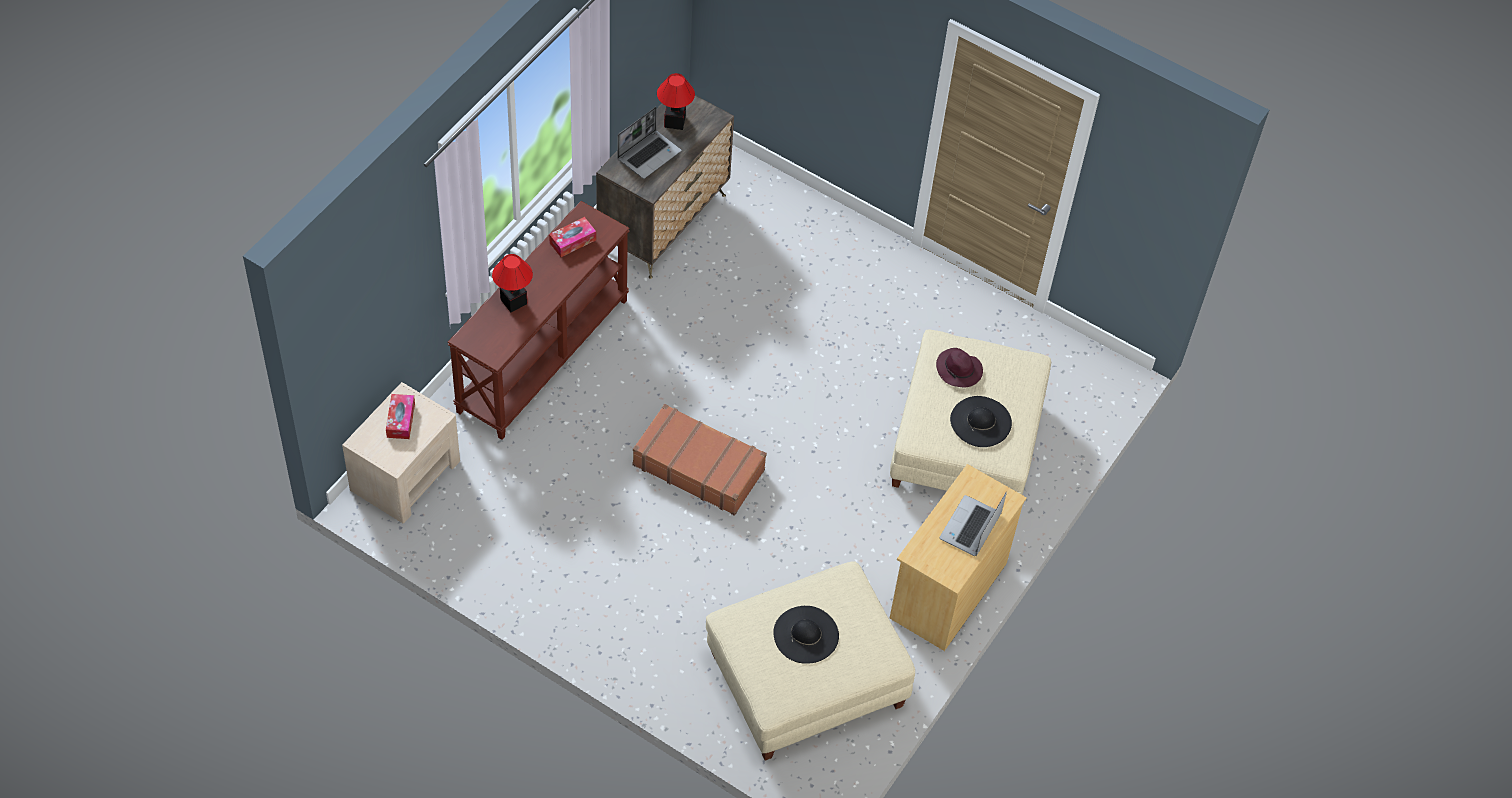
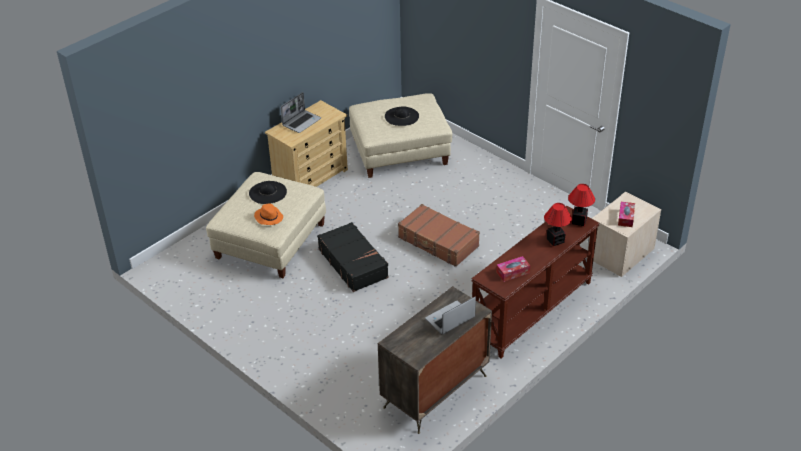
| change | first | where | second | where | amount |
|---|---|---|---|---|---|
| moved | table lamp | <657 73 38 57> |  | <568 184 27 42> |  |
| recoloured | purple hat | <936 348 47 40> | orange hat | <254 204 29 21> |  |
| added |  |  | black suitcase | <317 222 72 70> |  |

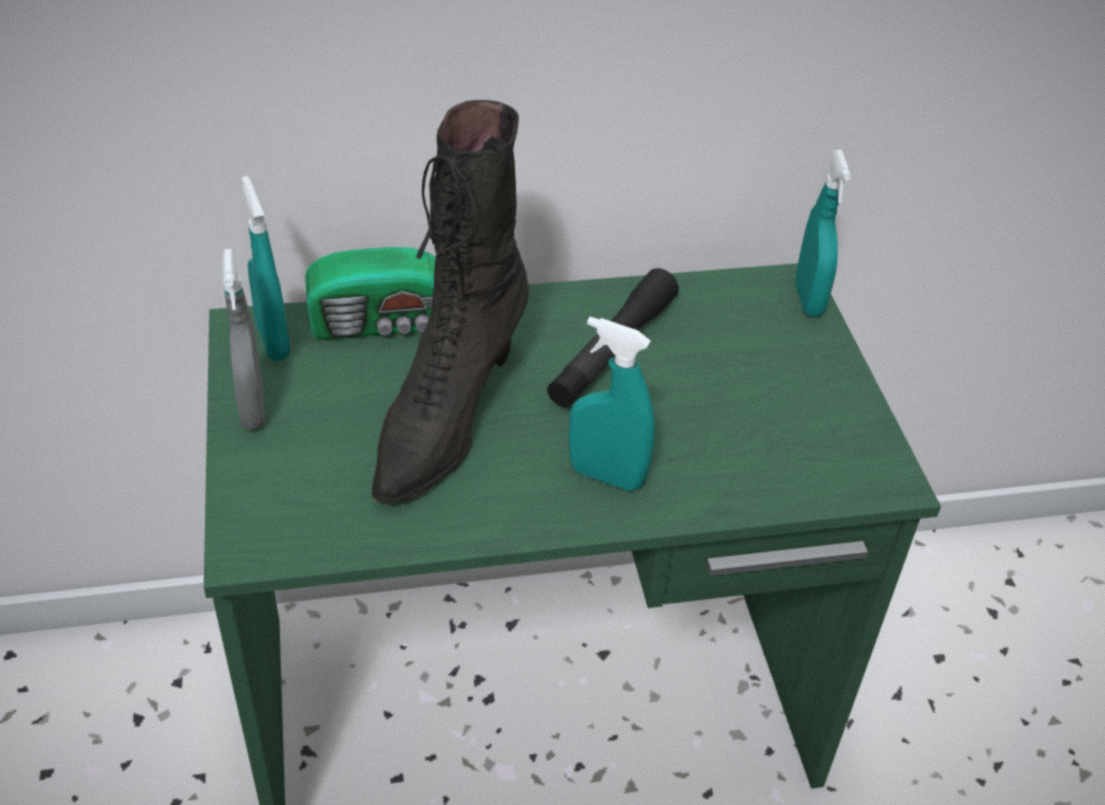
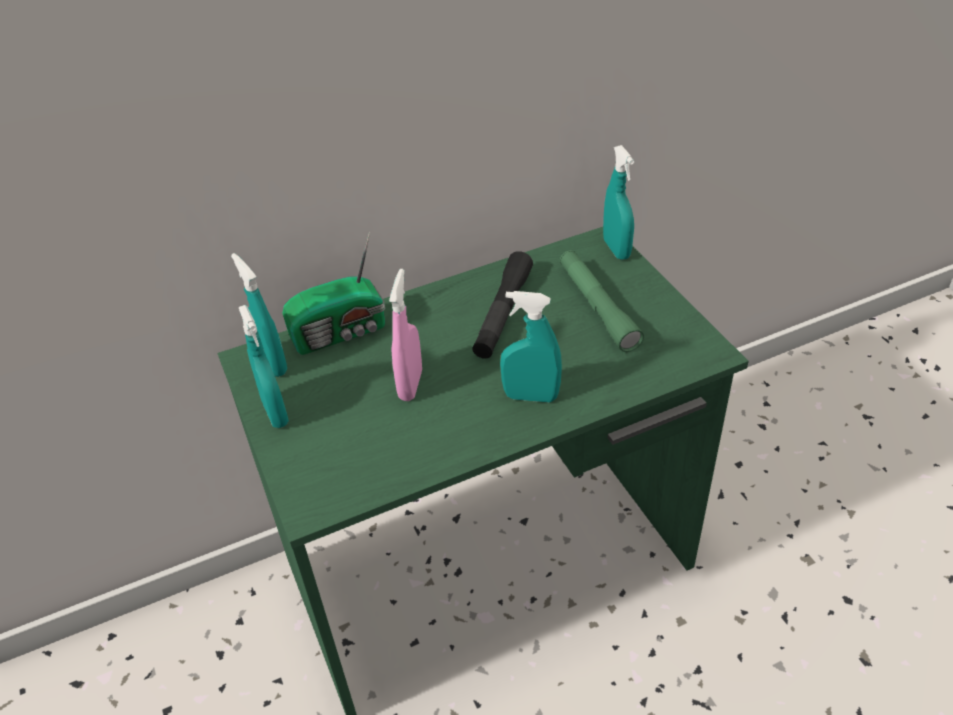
| change | first | where | second | where | amount |
|---|---|---|---|---|---|
| recoloured | grey spray bottle | <223 249 42 181> | turquoise spray bottle | <239 305 50 123> |  |
| replaced | black boot | <372 100 157 403> | pink spray bottle | <389 269 33 132> |  |
| added |  |  | green flashlight | <560 250 84 102> |  |

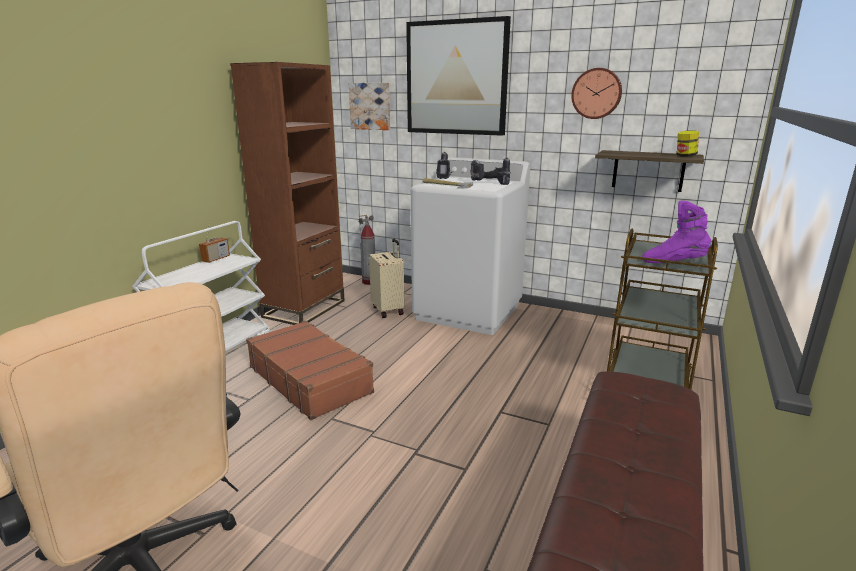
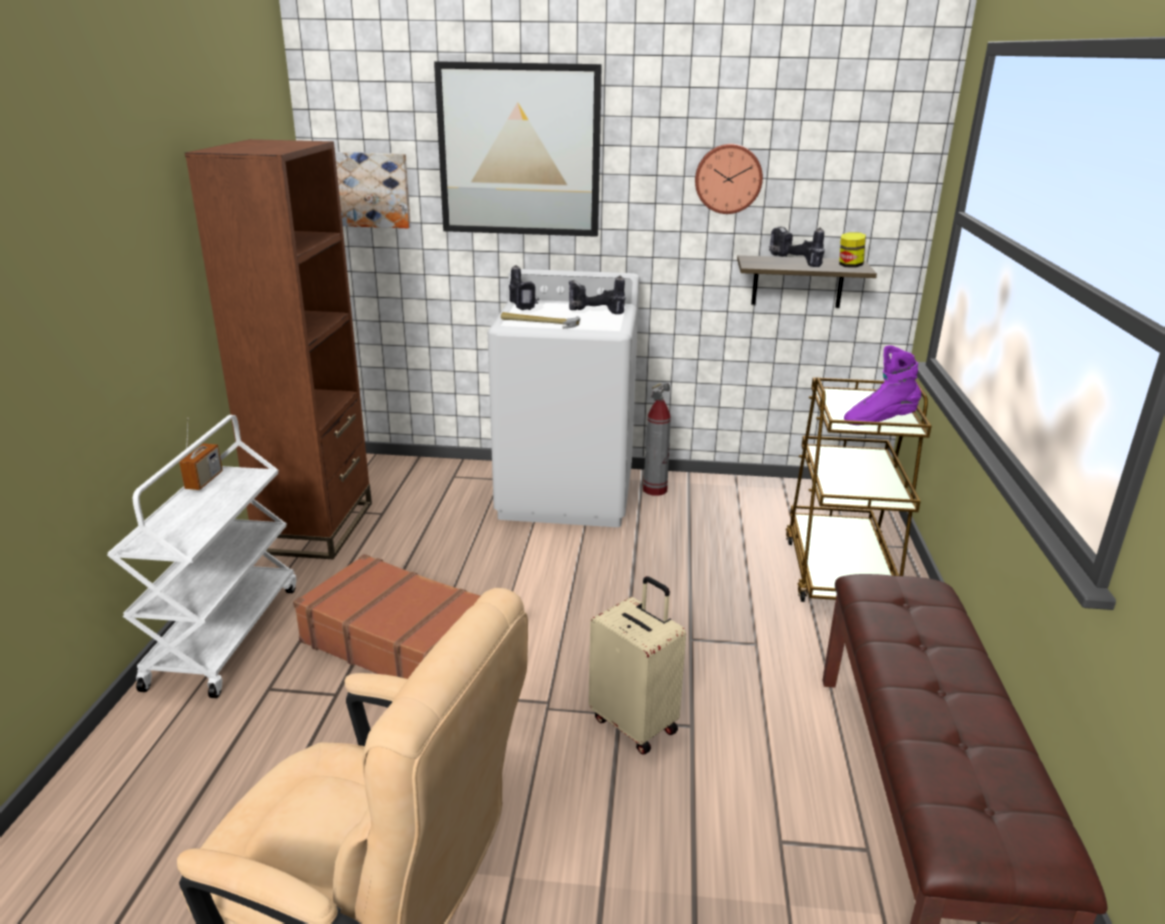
| change | first | where | second | where | amount |
|---|---|---|---|---|---|
| moved | fire extinguisher | <358 215 17 70> |  | <643 383 28 113> |  |
| moved | beige suitcase | <369 239 35 79> |  | <589 576 97 179> |  |
| added |  |  | power drill | <769 227 56 40> |  |

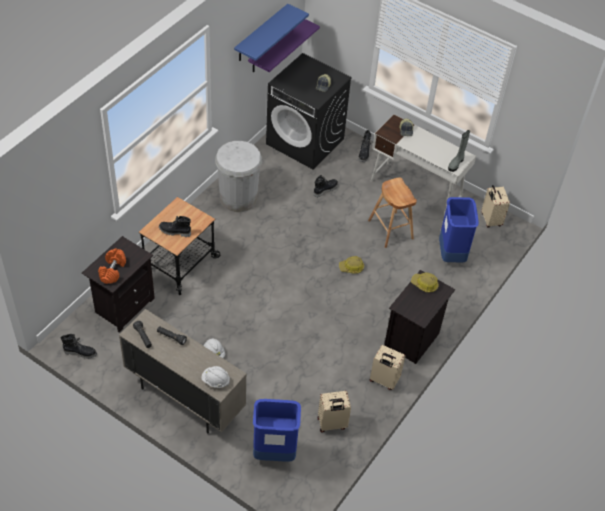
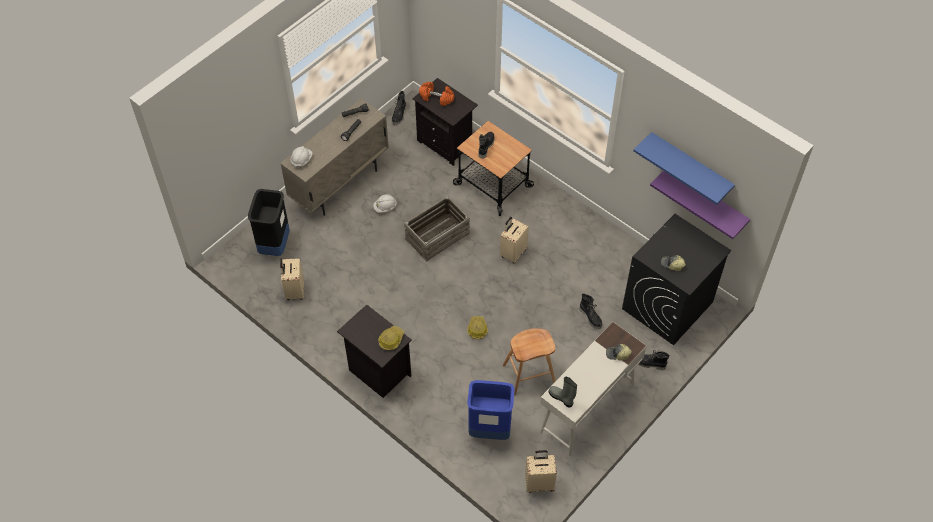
| change | first | where | second | where | amount |
|---|---|---|---|---|---|
| removed | white trash can | <215 141 47 71> |  |  |  |
| recoloured | blue trash can | <253 399 48 63> | black trash can | <248 189 42 67> |  |
| moved | beige suitcase | <370 345 35 45> |  | <500 217 29 46> |  |
| added |  |  | crate | <404 196 66 66> |  |

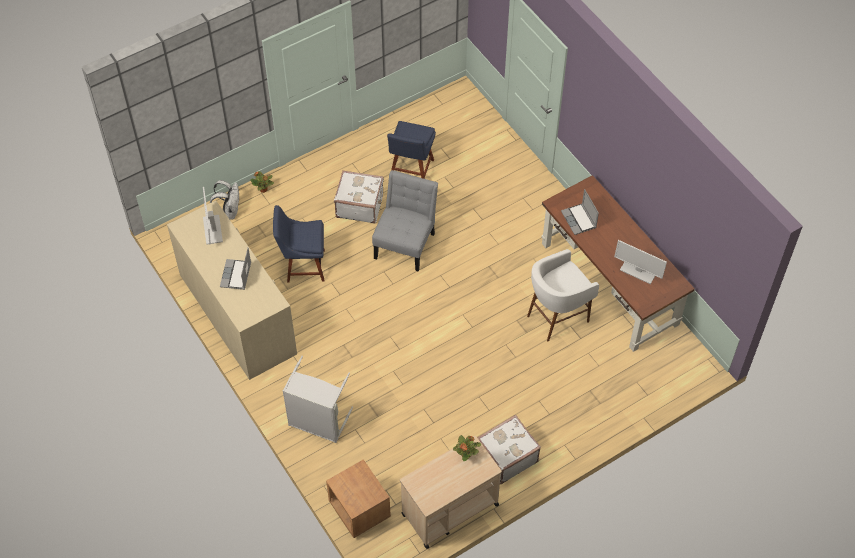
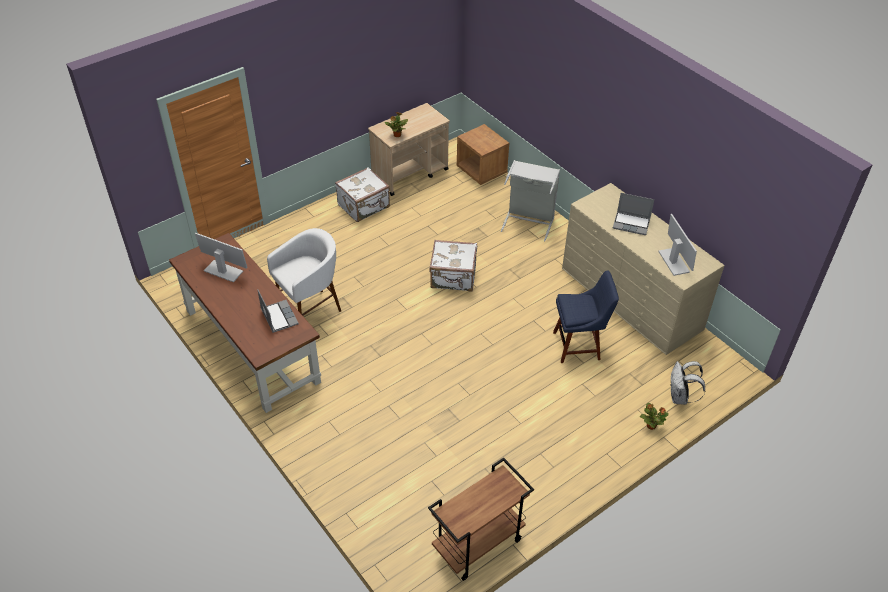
| change | first | where | second | where | amount |
|---|---|---|---|---|---|
| turned | laptop | <220 248 31 42> |  | <613 193 41 42> | 105 degrees clockwise |
| moved | white suitcase | <334 170 50 54> |  | <429 240 48 51> |  |
| removed | grey chair | <372 170 66 102> |  |  |  |
| removed | blue chair | <387 121 49 58> |  |  |  |
| added |  |  | brown cart | <428 458 106 123> |  |

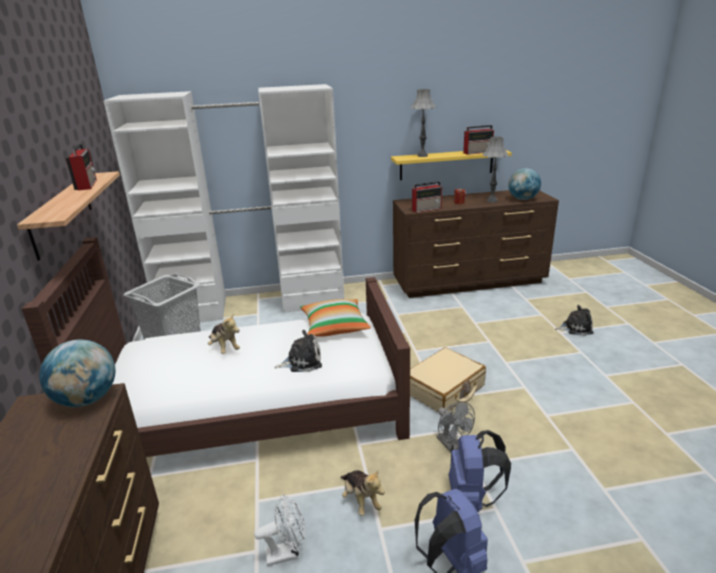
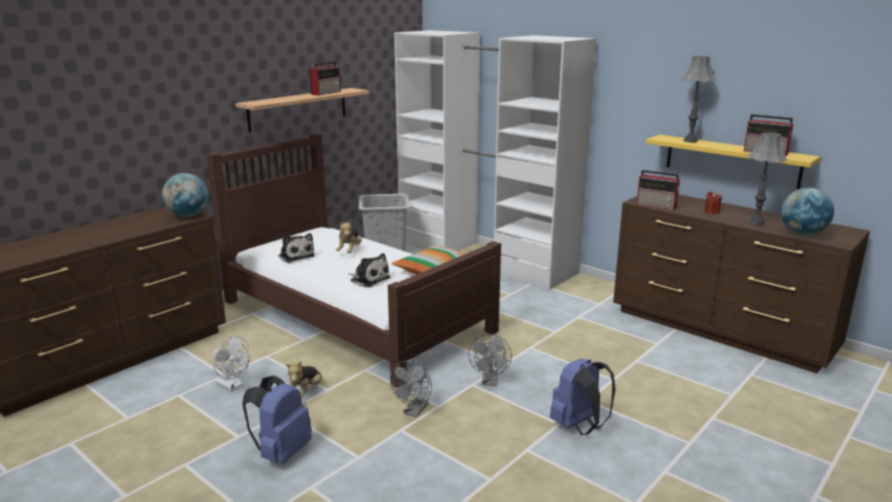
| change | first | where | second | where | amount |
|---|---|---|---|---|---|
| replaced | beige suitcase | <410 347 76 66> | grey fan | <468 334 44 52> |  |
| moved | blue backpack | <449 430 62 82> |  | <550 359 66 76> |  |
| moved | plush toy | <555 305 39 31> |  | <279 233 36 30> |  |

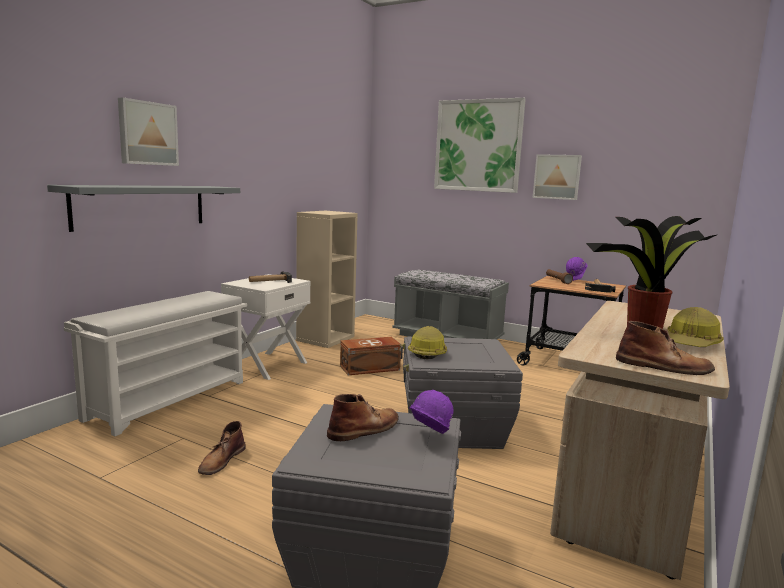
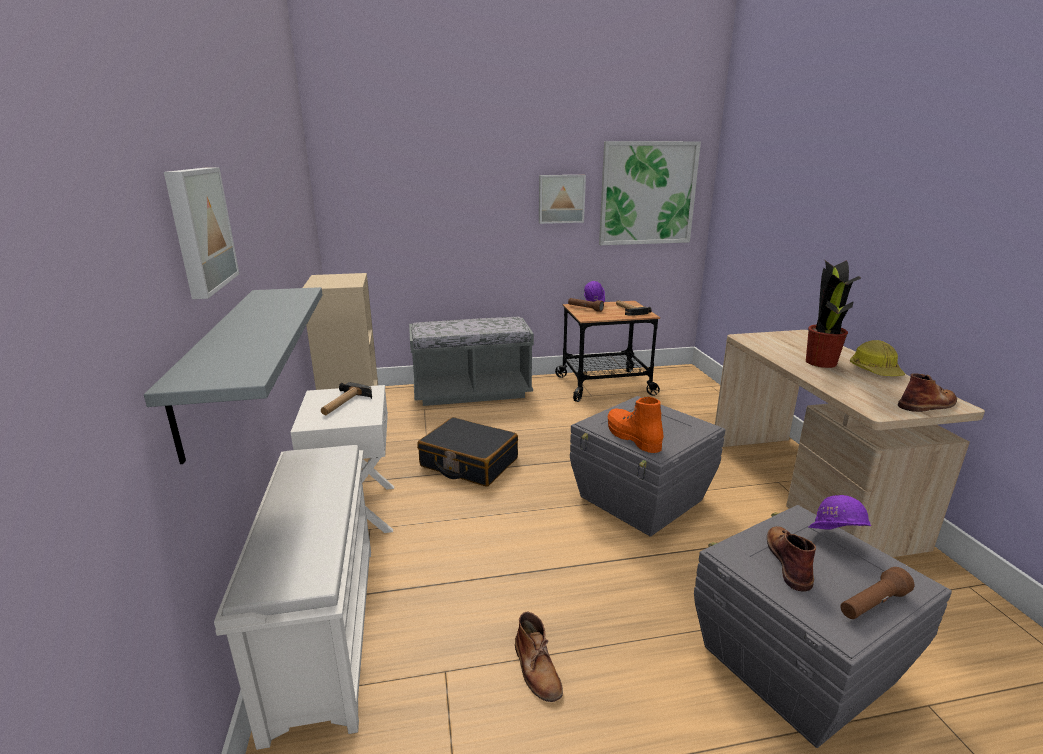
| change | first | where | second | where | amount |
|---|---|---|---|---|---|
| replaced | brown storage box | <340 337 61 39> | black suitcase | <417 417 101 70> |  |
| replaced | hard hat | <408 326 39 33> | orange boot | <608 397 56 56> |  |
| moved | picture | <434 98 92 95> |  | <599 141 102 104> |  |
| added |  |  | brown flashlight | <840 567 74 52> |  |

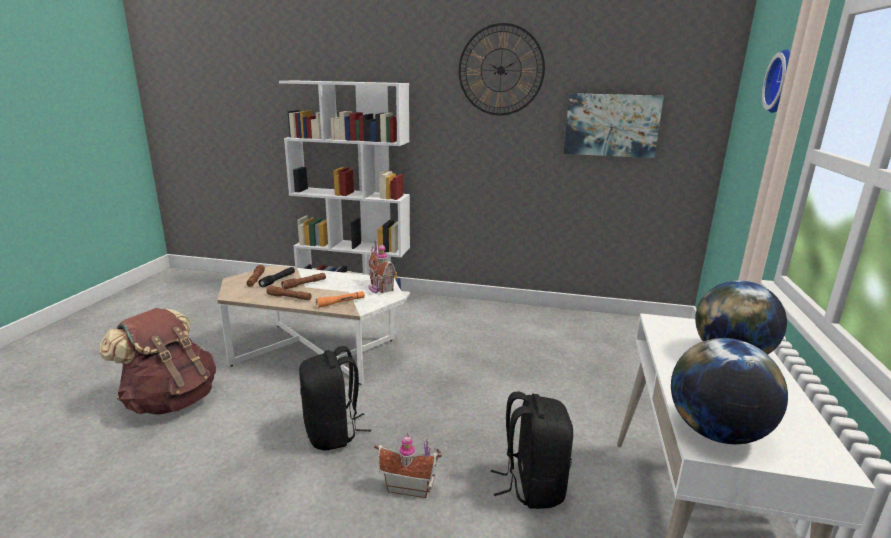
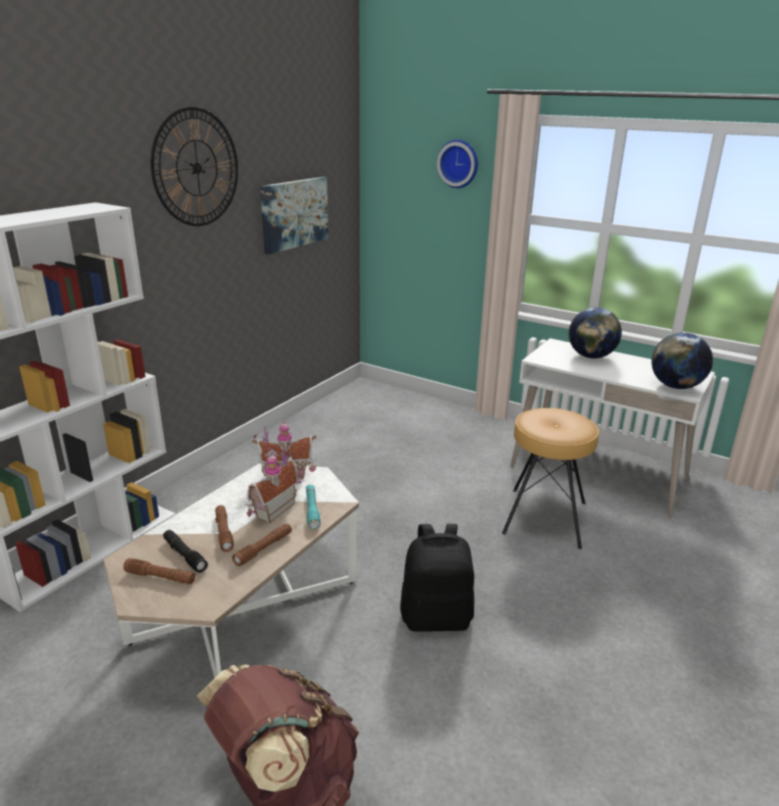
| change | first | where | second | where | amount |
|---|---|---|---|---|---|
| recoloured | orange flashlight | <316 291 49 17> | turquoise flashlight | <306 485 15 44> |  |
| moved | toy house | <374 433 68 65> |  | <247 447 51 76> |  |
| replaced | black backpack | <491 392 82 117> | brown stool | <502 408 97 141> |  |

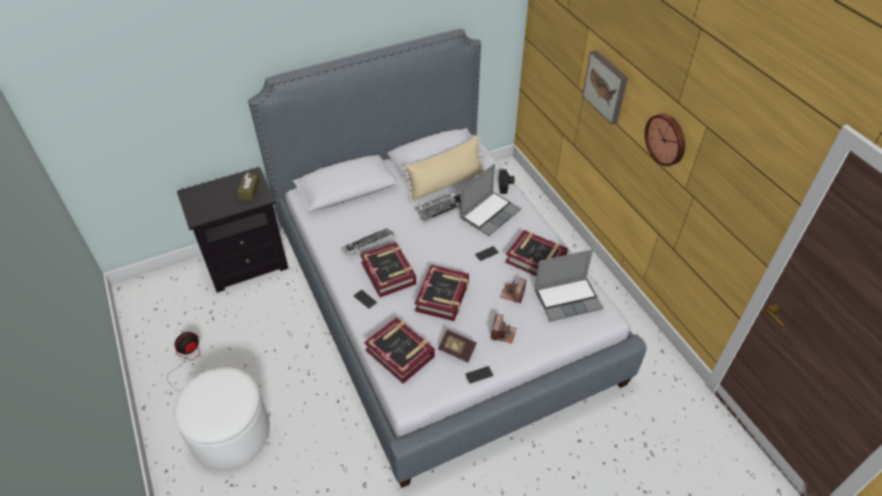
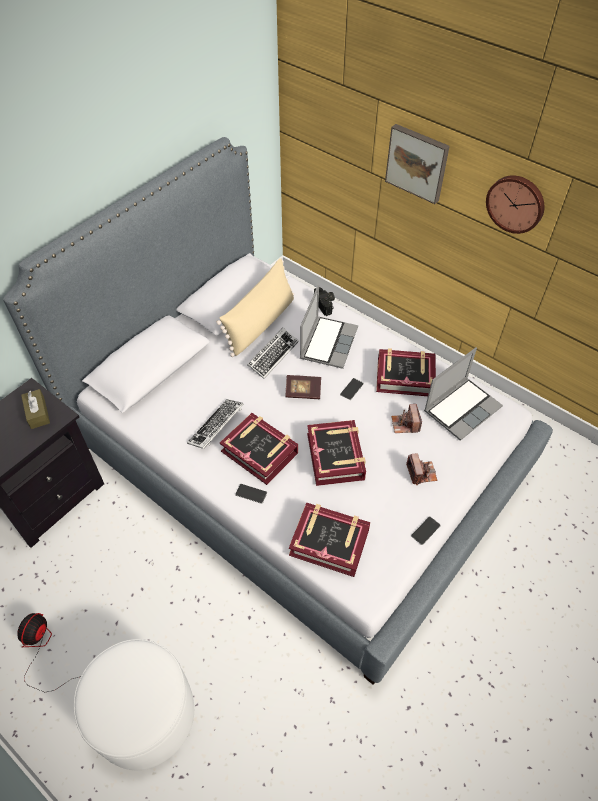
| change | first | where | second | where | amount |
|---|---|---|---|---|---|
| moved | book | <438 330 39 33> |  | <285 375 36 24> |  |

